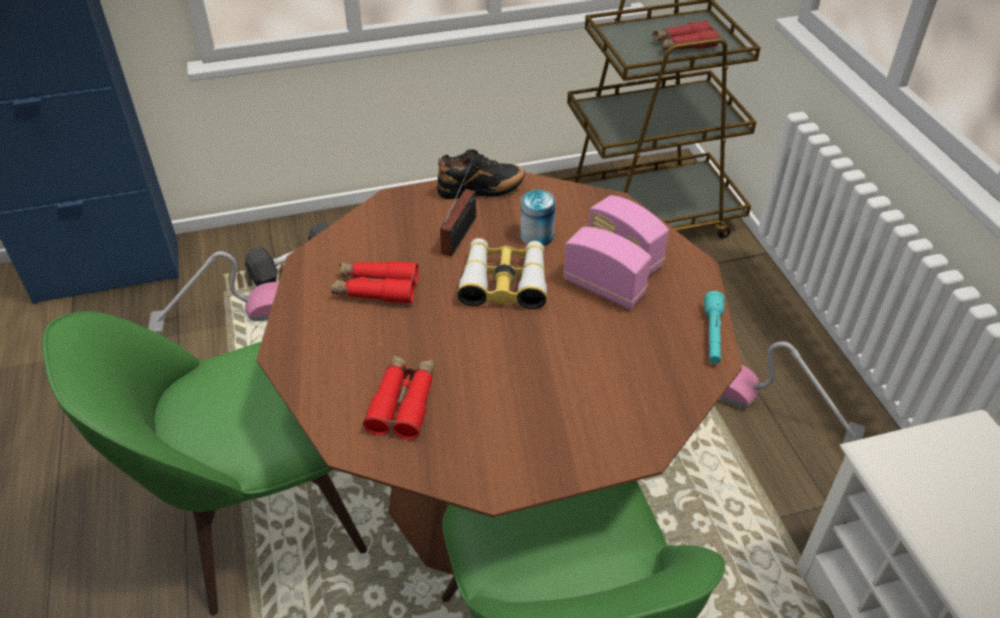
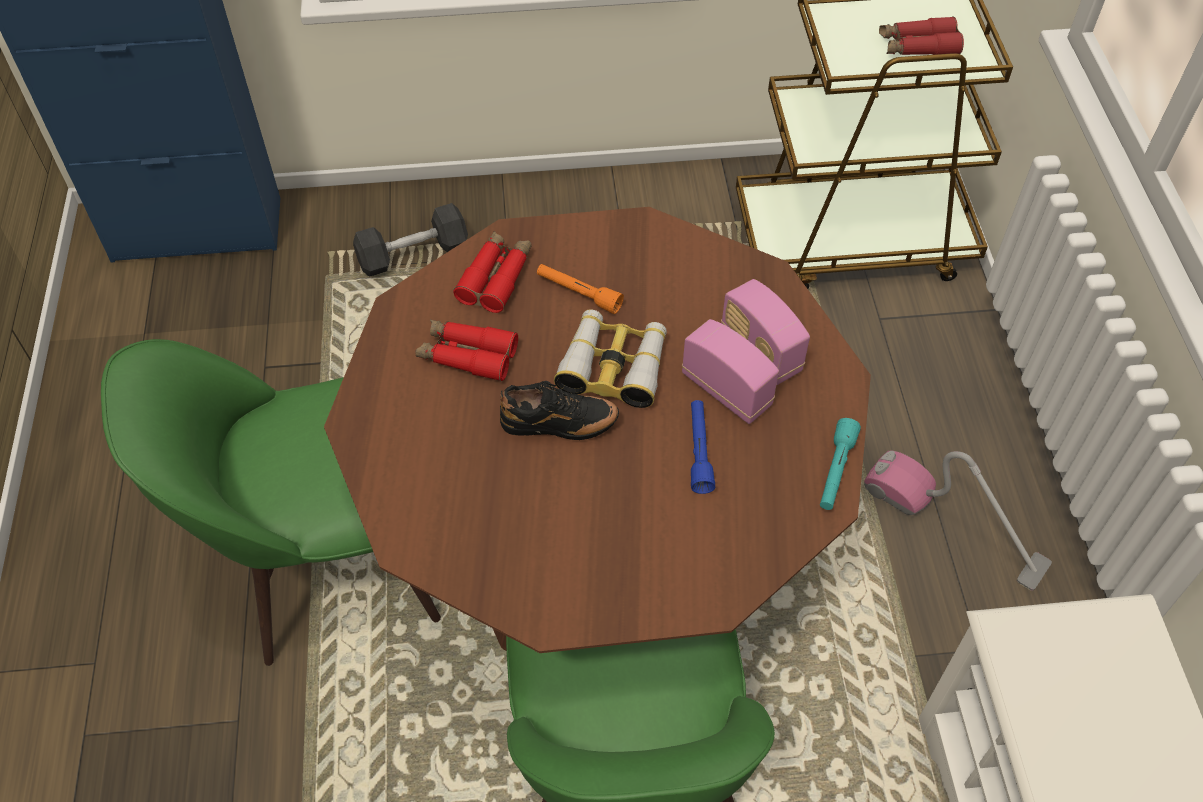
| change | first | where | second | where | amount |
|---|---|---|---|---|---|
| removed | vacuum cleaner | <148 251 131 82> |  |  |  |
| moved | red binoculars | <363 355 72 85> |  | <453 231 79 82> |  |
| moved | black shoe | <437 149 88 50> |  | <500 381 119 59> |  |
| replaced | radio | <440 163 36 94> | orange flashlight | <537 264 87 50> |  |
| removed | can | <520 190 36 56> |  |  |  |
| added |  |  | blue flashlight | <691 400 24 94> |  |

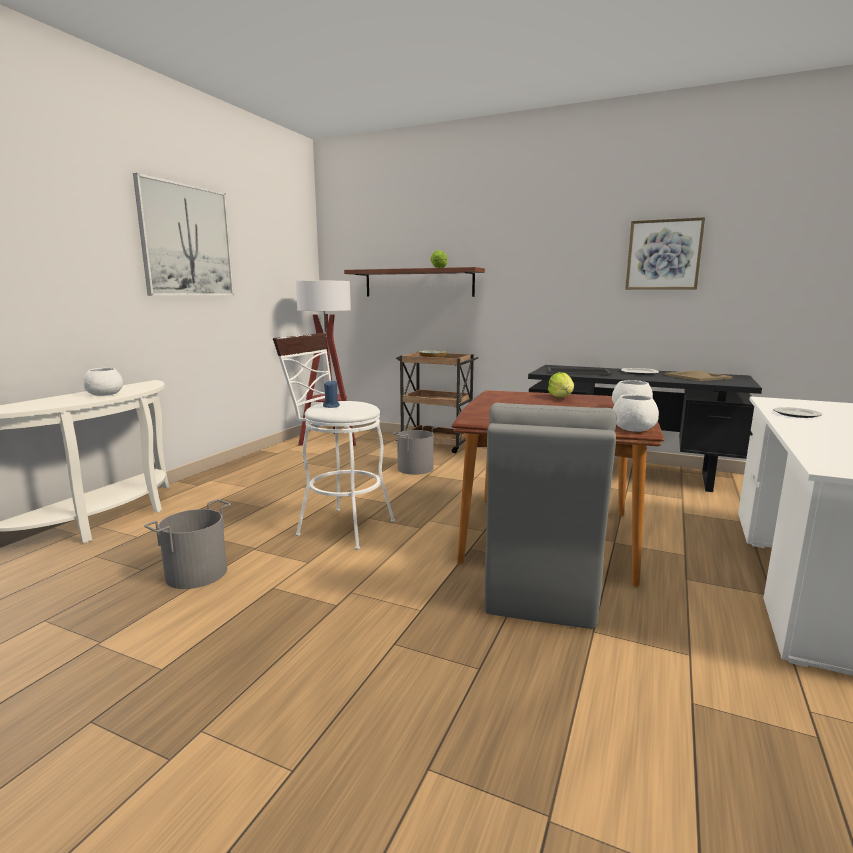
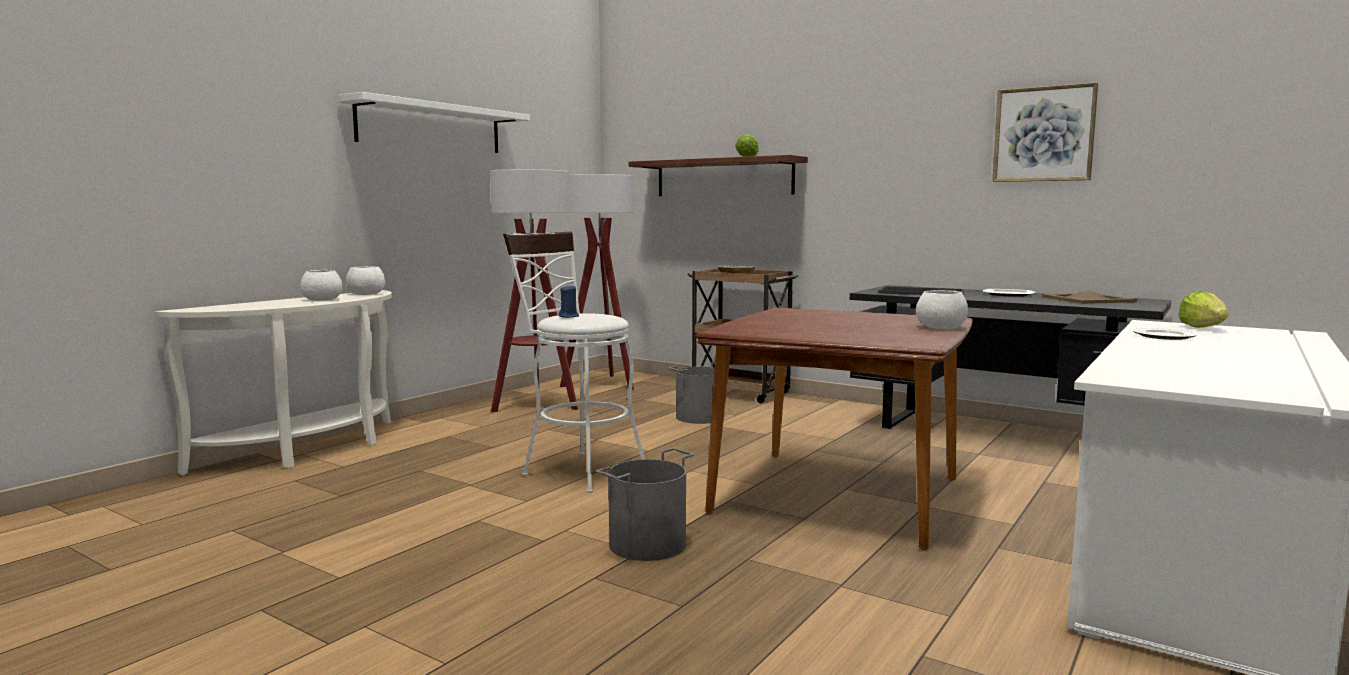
| change | first | where | second | where | amount |
|---|---|---|---|---|---|
| replaced | picture | <133 173 101 123> | white shelf | <337 92 193 61> |  |
| moved | grey bucket | <144 499 87 90> |  | <597 448 97 113> |  |
| removed | grey chair | <485 403 132 226> |  |  |  |
| moved | lettuce | <548 372 26 26> |  | <1178 291 50 37> |  |
| moved | white bowl | <613 395 46 37> |  | <346 266 39 29> |  |
| added |  |  | floor lamp | <490 169 88 243> |  |

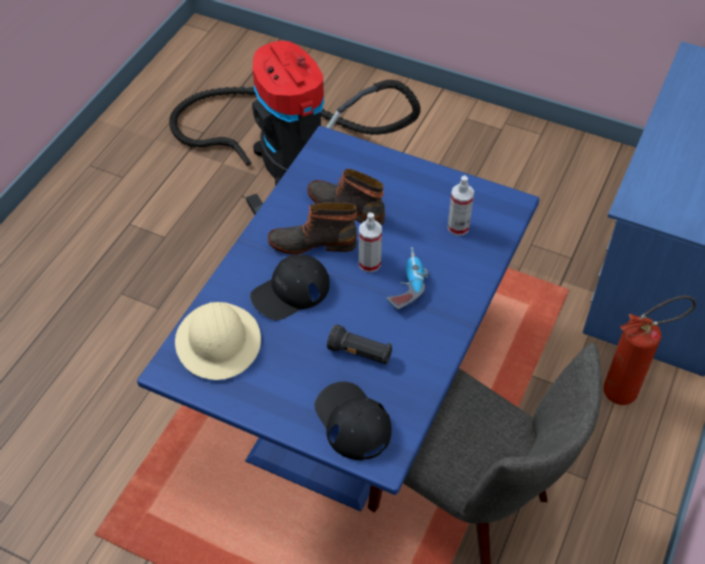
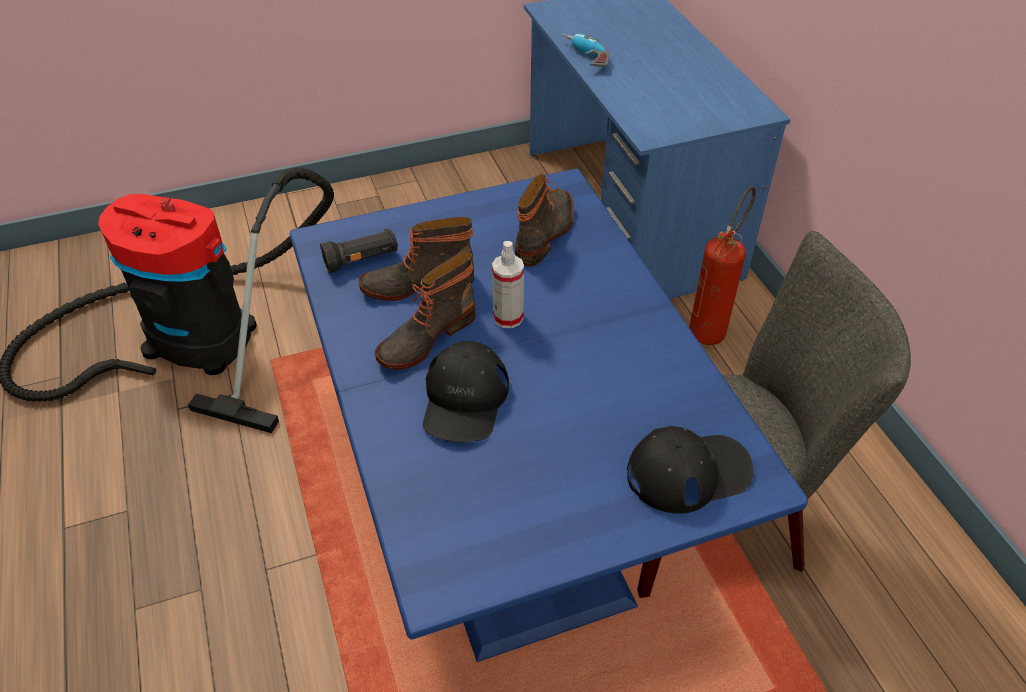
| change | first | where | second | where | amount |
|---|---|---|---|---|---|
| removed | beige hard hat | <175 302 86 78> |  |  |  |
| turned | black cap | <315 382 77 78> |  | <627 426 126 88> | 150 degrees clockwise |
| moved | black flashlight | <327 324 65 41> |  | <320 228 78 45> |  |
| moved | power drill | <386 247 43 63> |  | <562 33 47 34> |  |
| replaced | spray bottle | <448 176 26 60> | boot | <515 174 59 93> |  |

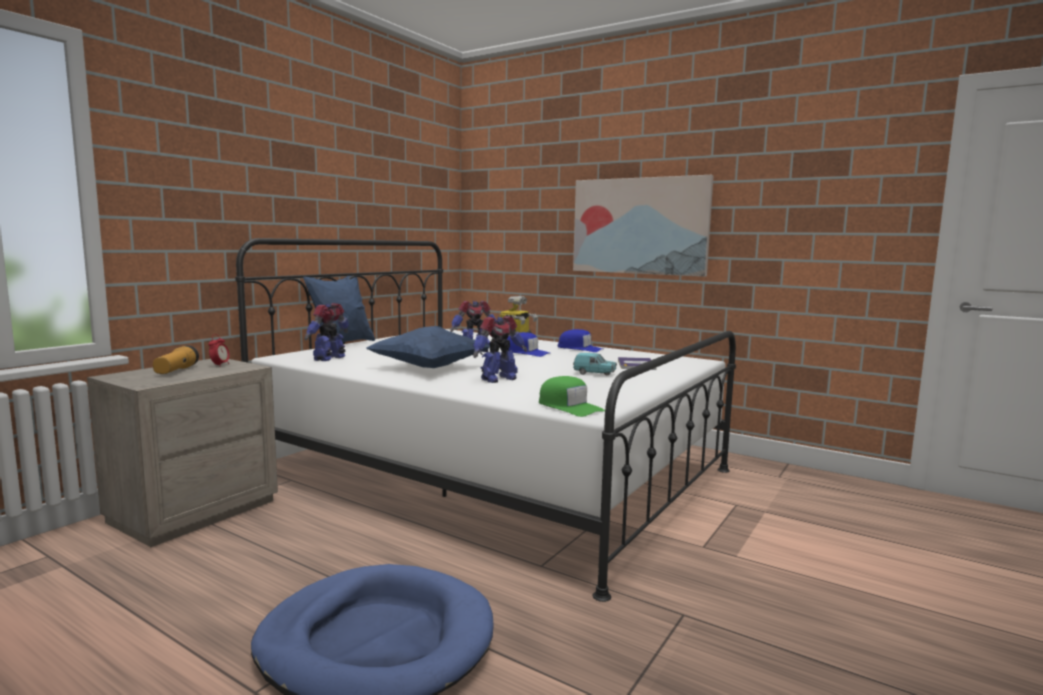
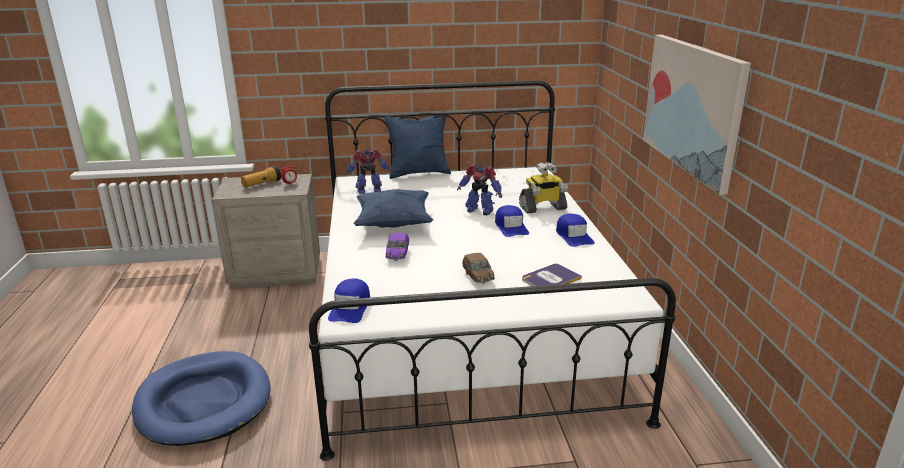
| change | first | where | second | where | amount |
|---|---|---|---|---|---|
| replaced | toy robot | <473 316 54 67> | purple toy car | <385 233 24 28> |  |
| recoloured | green cap | <539 376 66 41> | blue cap | <328 278 42 45> |  |
| recoloured | turquoise toy car | <573 353 44 22> | brown toy car | <462 253 33 31> |  |

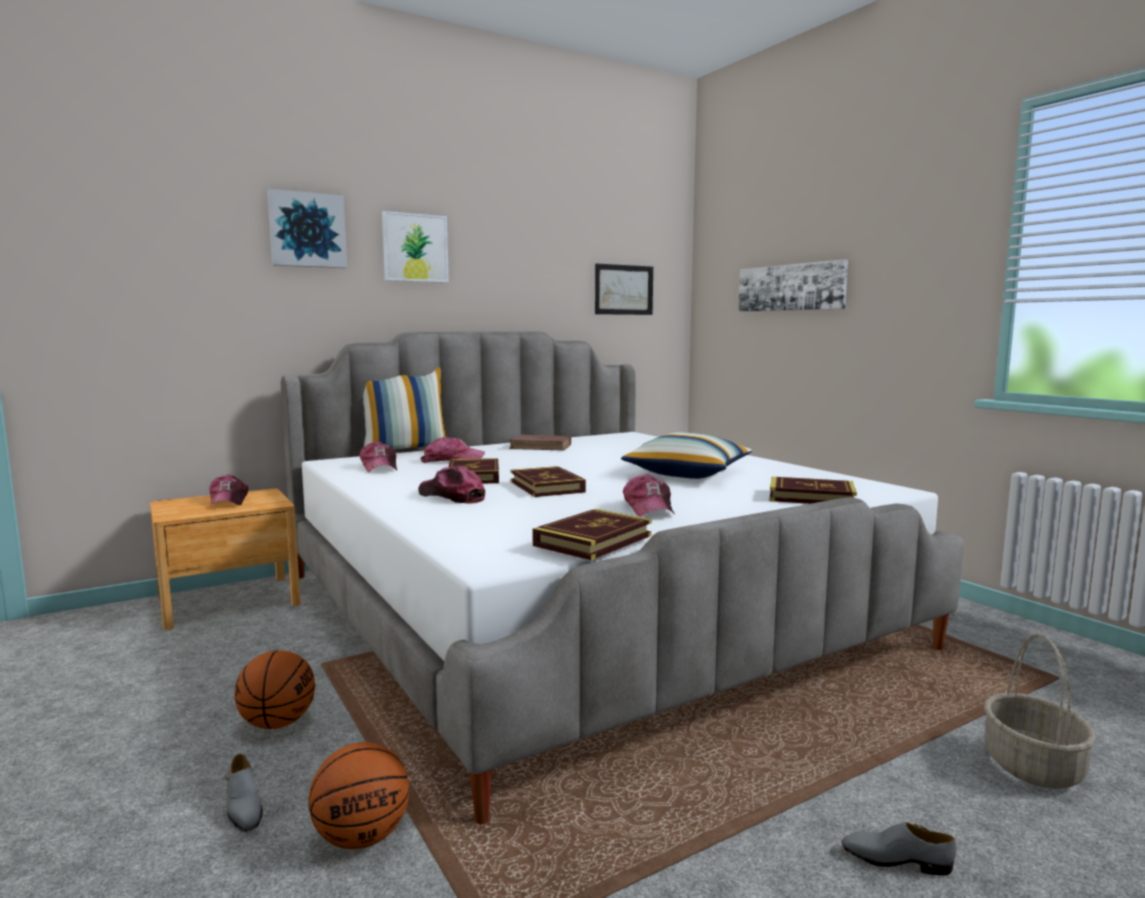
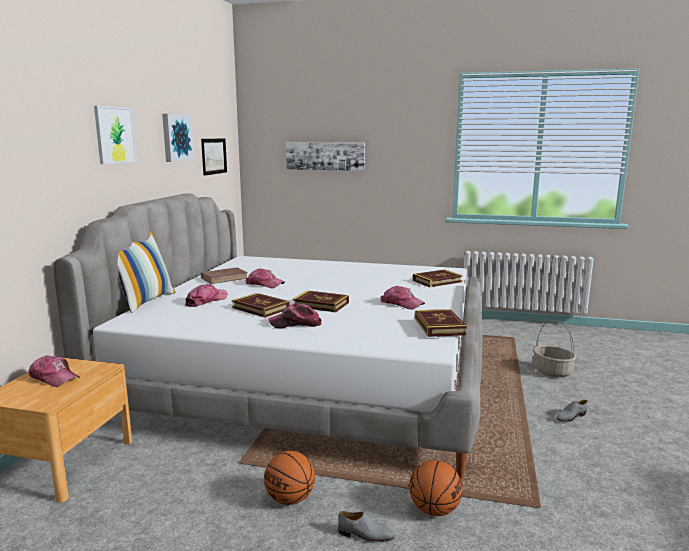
| change | first | where | second | where | amount |
|---|---|---|---|---|---|
| moved | picture | <267 189 80 79> |  | <162 114 32 48> |  |
| moved | cap | <360 441 37 32> |  | <246 268 39 20> |  |
| removed | pillow | <621 432 131 47> |  |  |  |

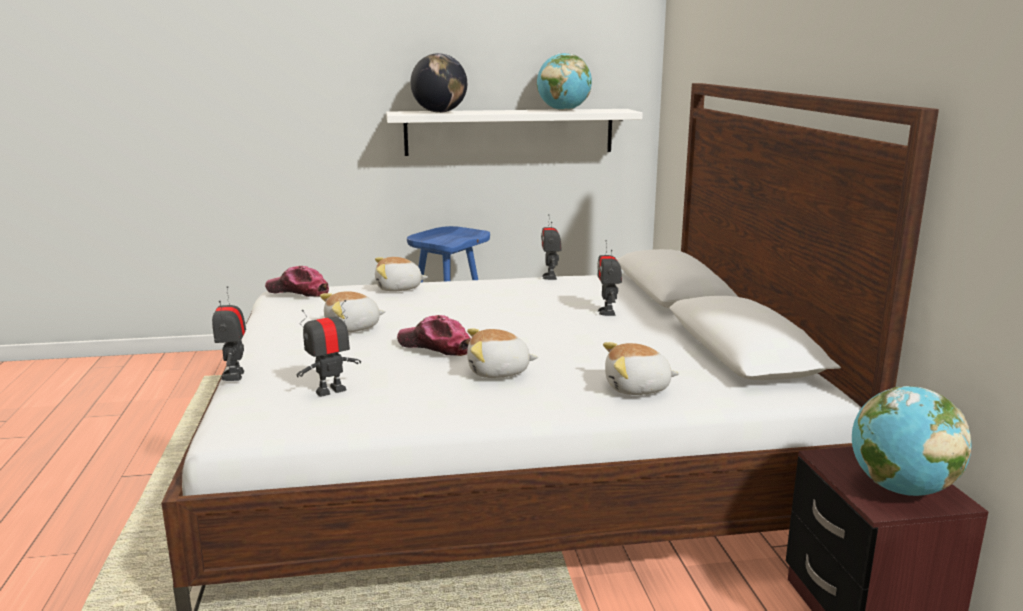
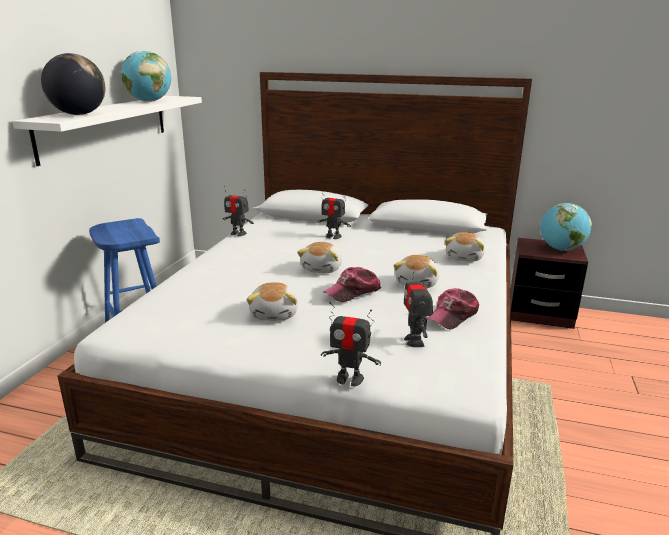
| change | first | where | second | where | amount |
|---|---|---|---|---|---|
| moved | cap | <265 266 64 31> |  | <427 288 52 42> |  |
| moved | plush toy | <375 257 53 35> |  | <297 242 45 31> |  |

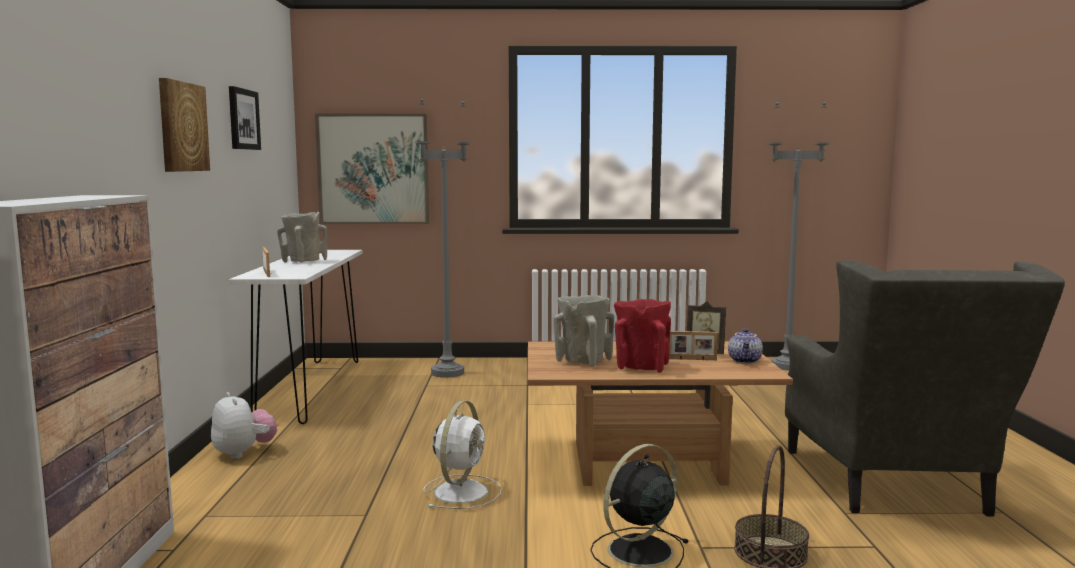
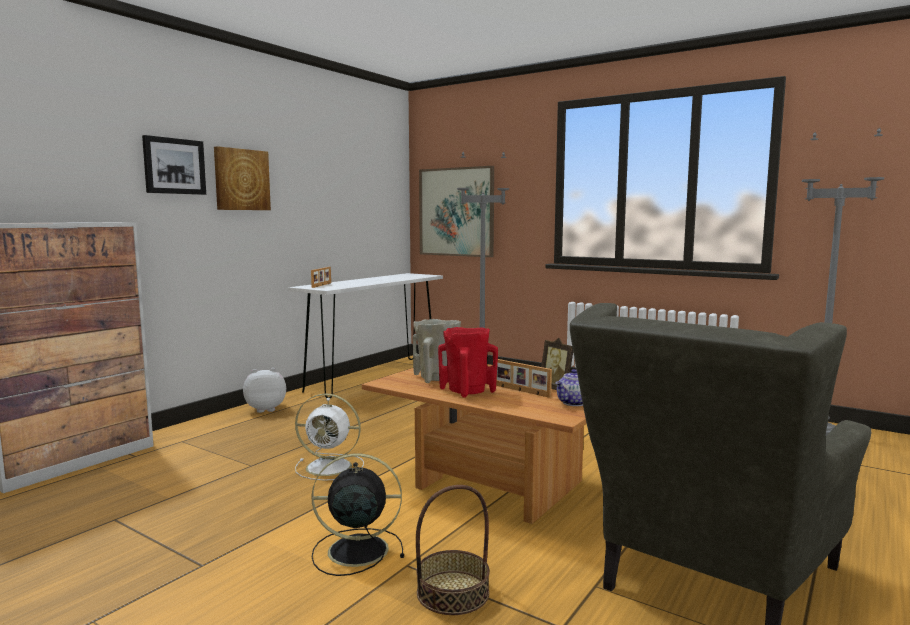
| change | first | where | second | where | amount |
|---|---|---|---|---|---|
| turned | plush toy | <211 392 66 67> |  | <243 368 43 45> | 105 degrees counterclockwise |
| moved | picture | <229 86 32 64> |  | <142 135 64 60> |  |
| removed | beige vase | <277 212 50 51> |  |  |  |
| turned | white fan | <423 400 79 109> |  | <295 394 69 87> | 45 degrees clockwise |

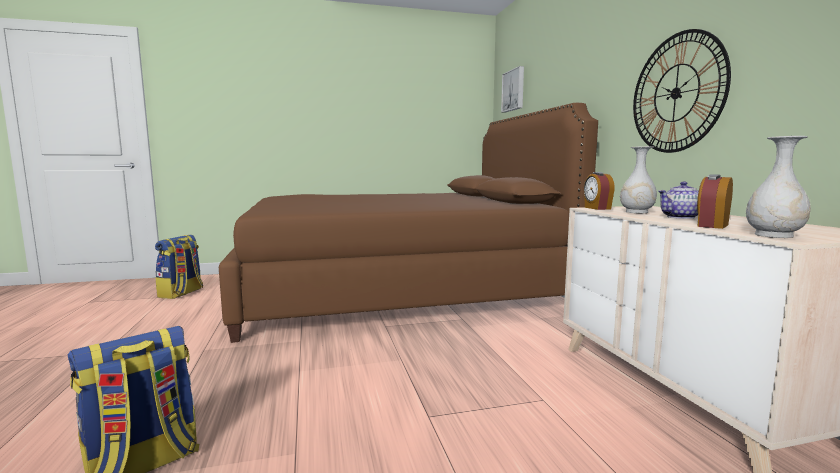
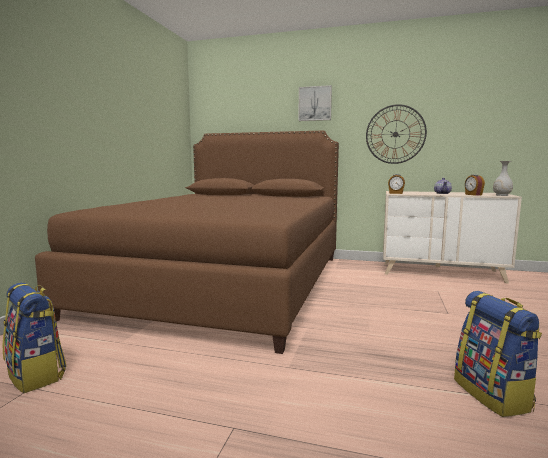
| change | first | where | second | where | amount |
|---|---|---|---|---|---|
| moved | picture | <501 66 23 47> |  | <298 85 34 36> |  |
| removed | white vase | <620 146 37 67> |  |  |  |

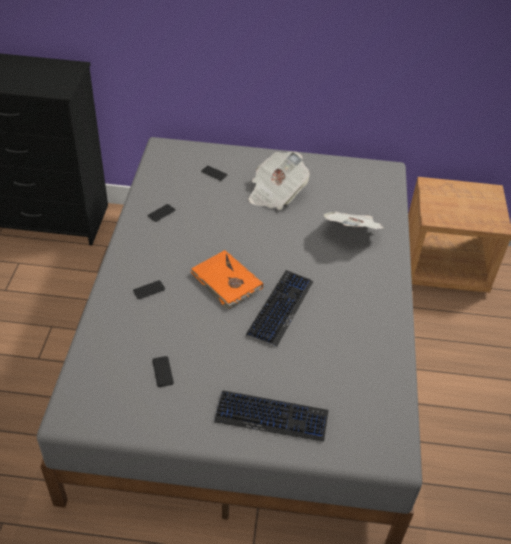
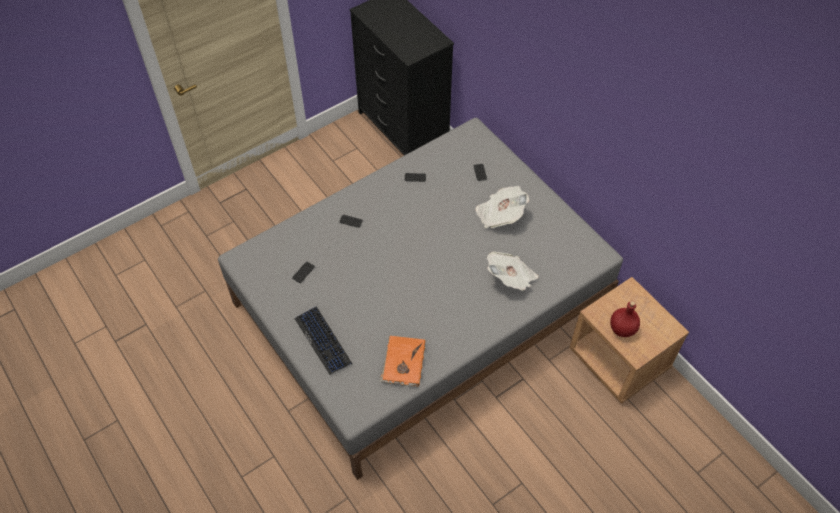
| change | first | where | second | where | amount |
|---|---|---|---|---|---|
| moved | orange book | <191 250 72 59> |  | <380 336 45 51> |  |
| removed | keyboard | <246 270 67 77> |  |  |  |
| added |  |  | red bottle | <610 301 30 36> |  |

